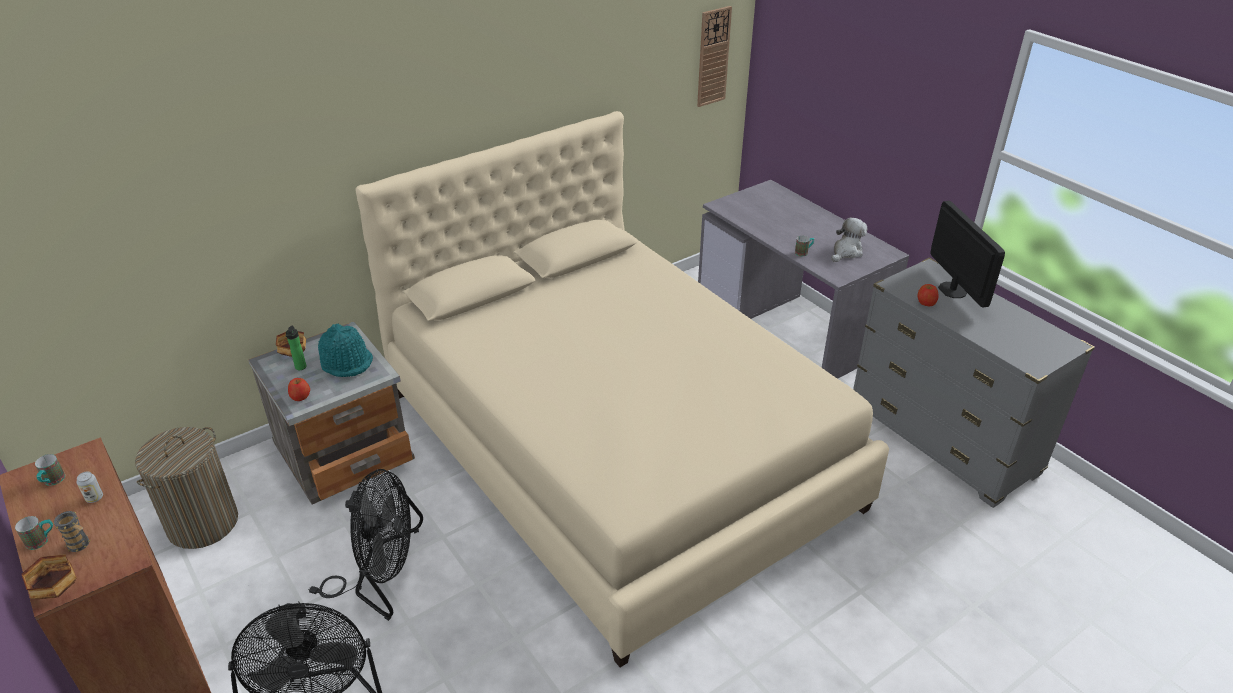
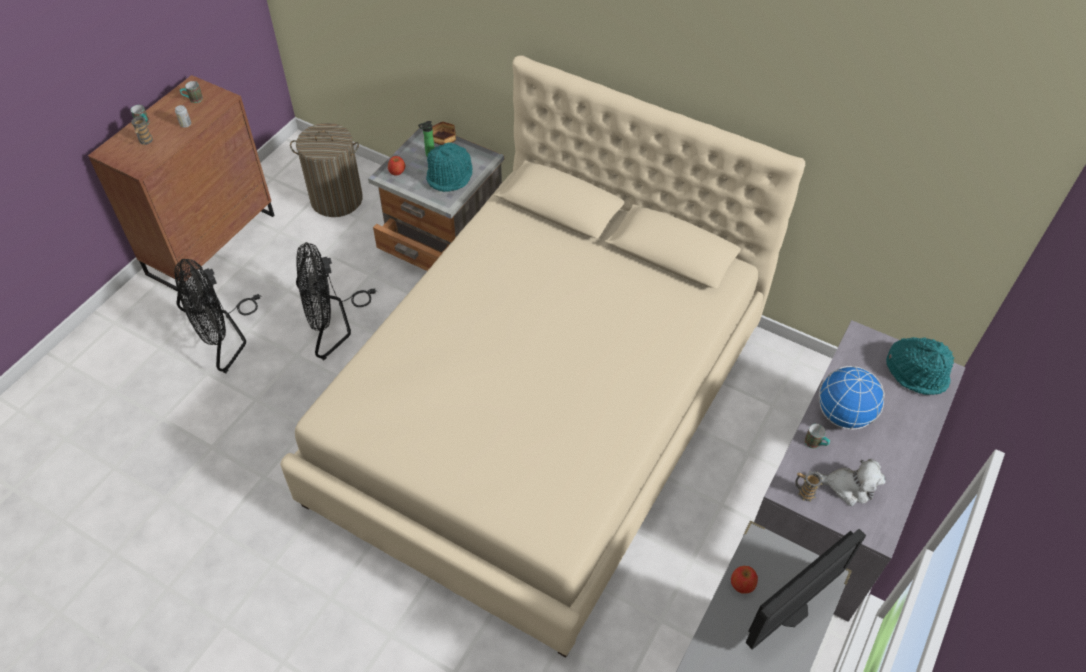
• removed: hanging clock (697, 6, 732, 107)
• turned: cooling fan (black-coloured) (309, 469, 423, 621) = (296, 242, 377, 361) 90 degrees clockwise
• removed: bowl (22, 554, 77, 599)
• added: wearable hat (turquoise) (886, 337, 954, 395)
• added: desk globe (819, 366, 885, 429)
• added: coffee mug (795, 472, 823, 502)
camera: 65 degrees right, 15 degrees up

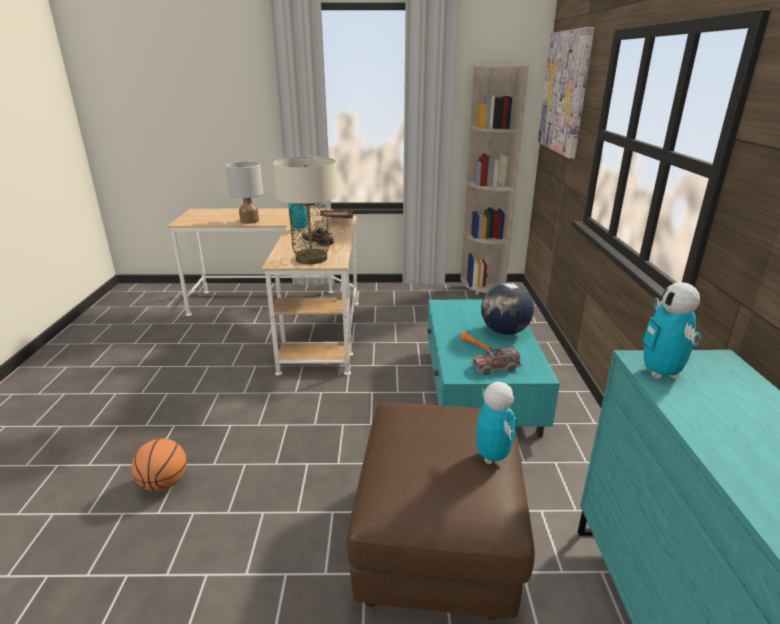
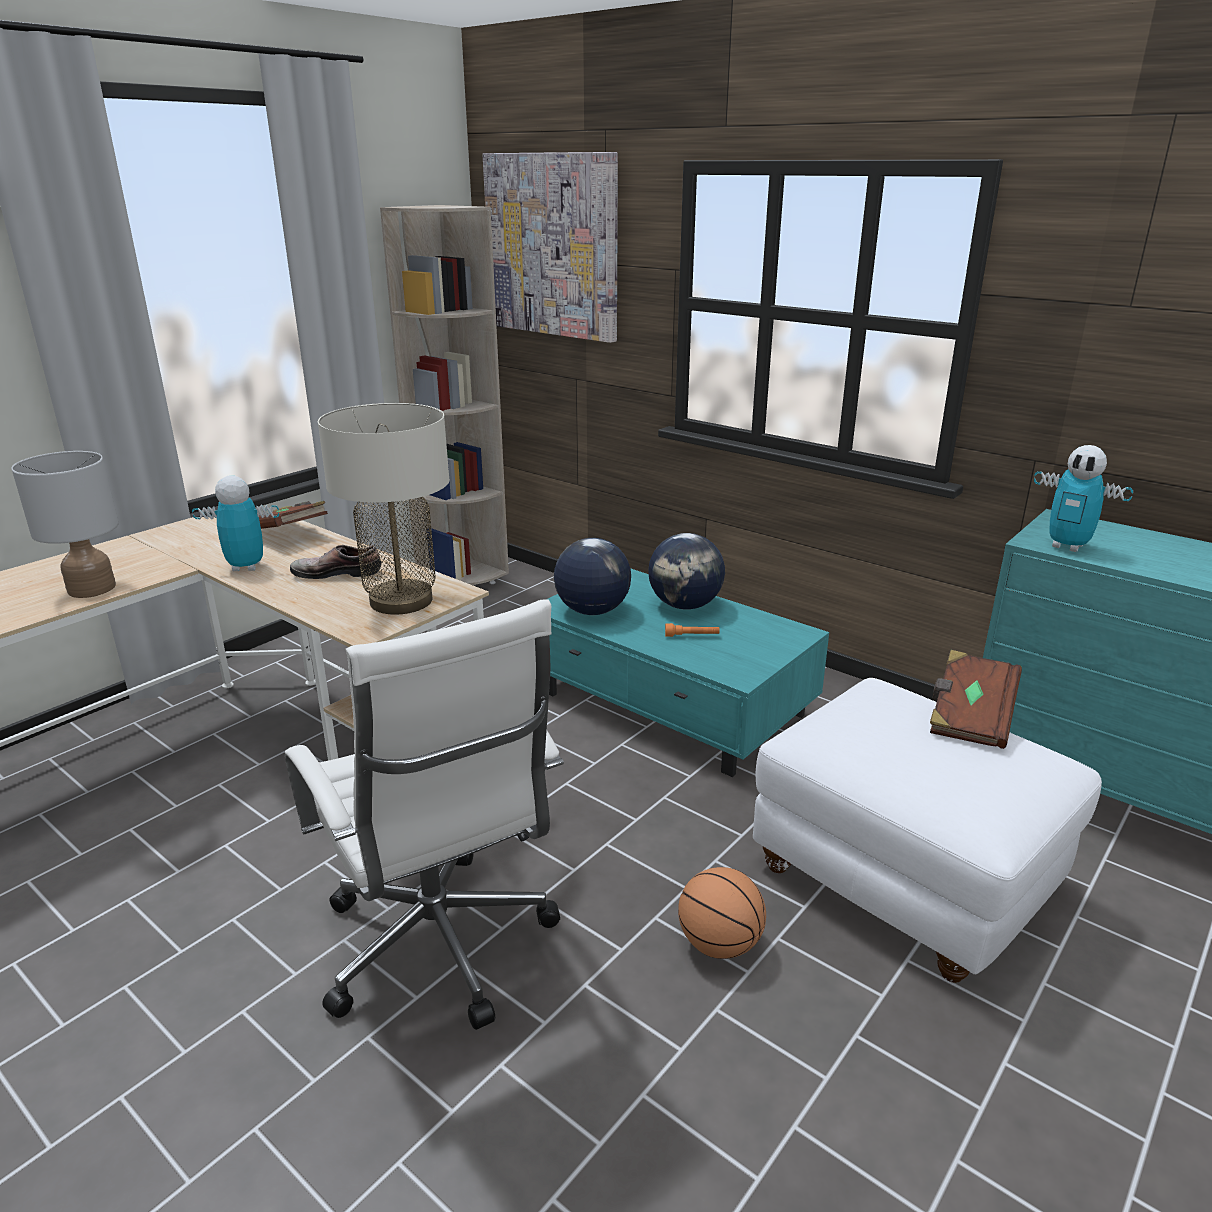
• removed: toy truck (472, 346, 522, 375)
• replaced: robot figure (476, 382, 517, 464) to volume (brown-coloured) (930, 650, 1022, 749)
• recoloured: pouffe (brown-coloured) (347, 402, 535, 620) to pouffe (white) (753, 678, 1102, 983)
• moved: basketball ball (131, 438, 187, 491) to (678, 867, 766, 959)
• added: desk globe (554, 538, 631, 615)
• added: office chair (white) (285, 600, 564, 1030)
camera: 50 degrees left, 0 degrees up

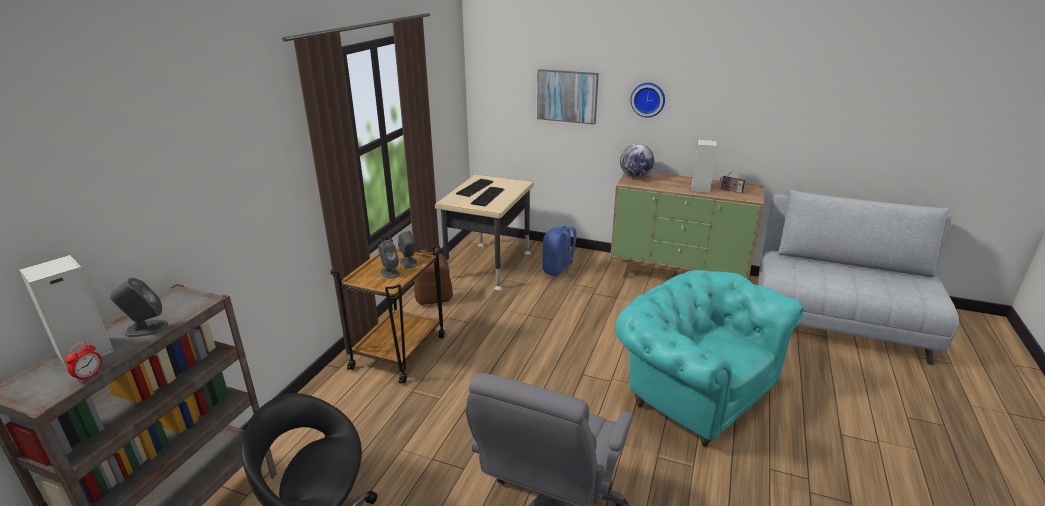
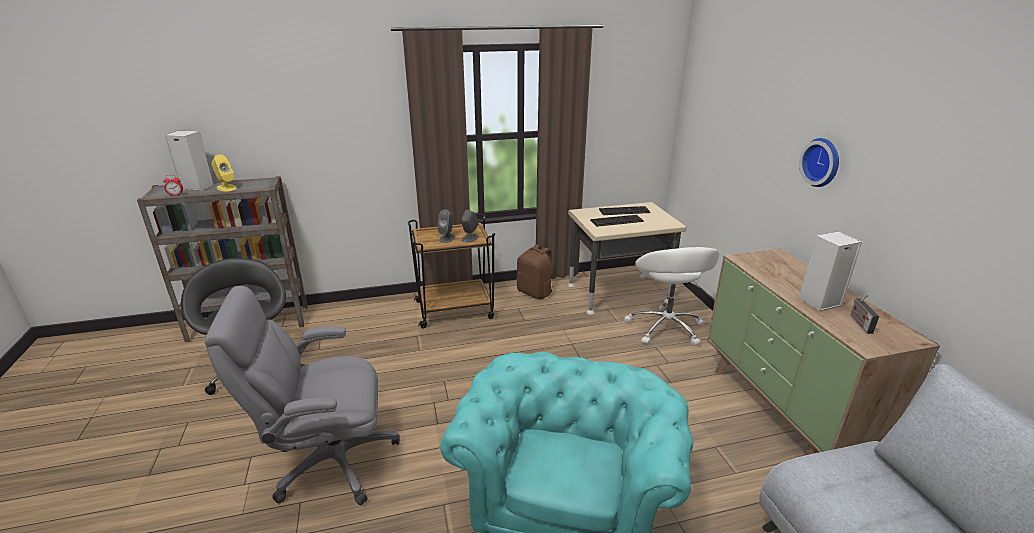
• removed: wall art (537, 69, 599, 125)
• removed: desk globe (620, 144, 654, 178)
• replaced: knapsack (blue) (542, 226, 580, 277) to office chair (white) (624, 247, 719, 346)
• recoloured: speaker (greyish) (110, 278, 168, 337) to speaker (yellow) (211, 155, 237, 192)
camera: 55 degrees right, 0 degrees up

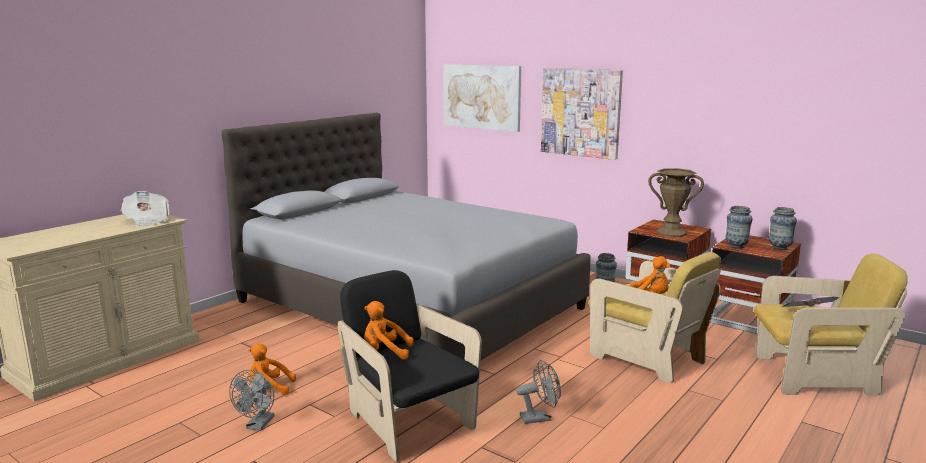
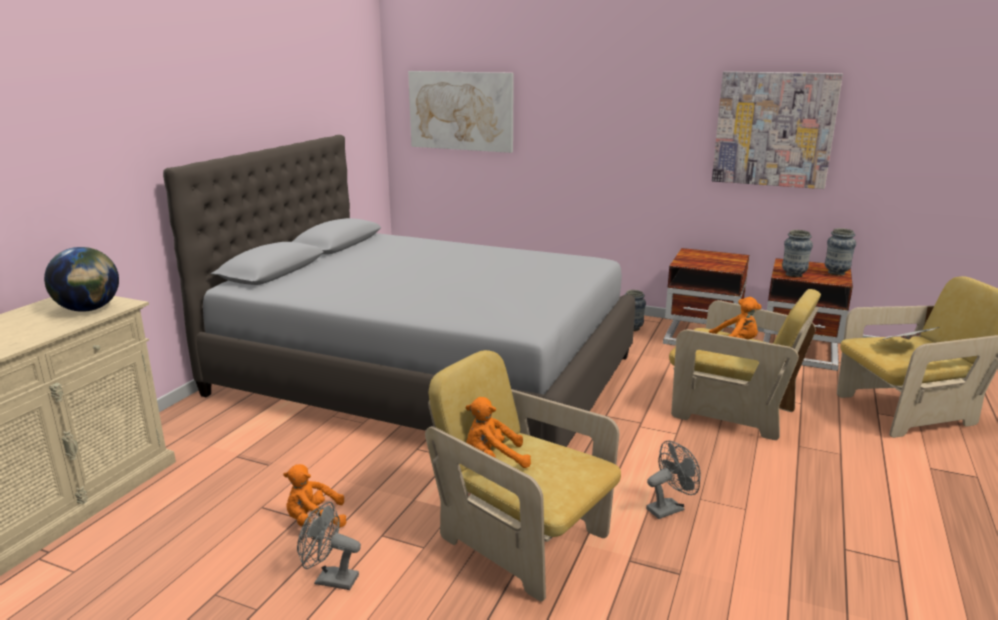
• moved: wall art (541, 68, 623, 160) to (712, 71, 843, 189)
• removed: vase (brown-coloured) (648, 168, 704, 237)
• replaced: daily paper (120, 191, 169, 227) to desk globe (44, 247, 119, 312)
• recoloured: lounge chair (black-coloured) (338, 270, 482, 462) to lounge chair (yellow) (425, 350, 621, 602)
• turned: cooling fan (greyish) (229, 370, 275, 431) = (297, 502, 361, 590) 105 degrees clockwise
camera: 15 degrees left, 5 degrees up

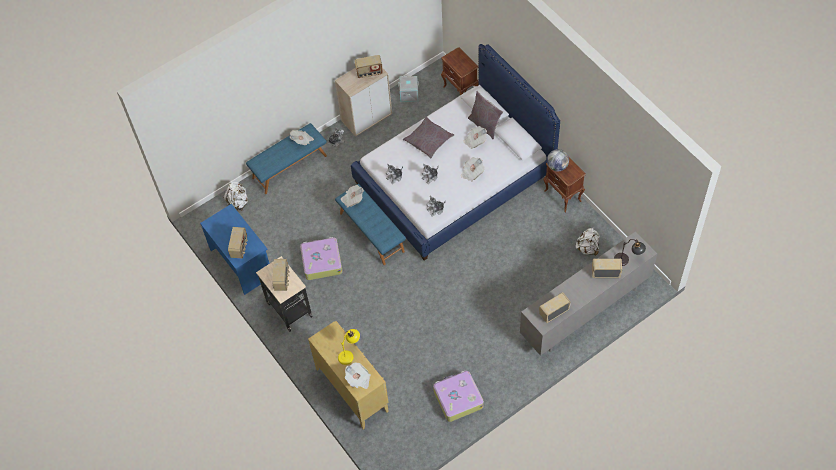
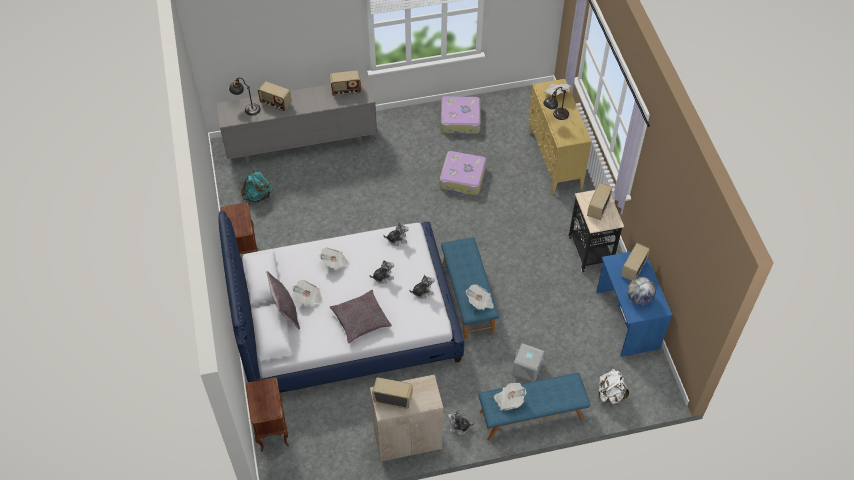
• moved: storage box (greyish) (398, 76, 419, 102) to (512, 343, 545, 382)
• moved: desk globe (547, 149, 569, 171) to (627, 277, 656, 305)
• recoloured: knapsack (white) (576, 228, 600, 255) to knapsack (turquoise) (241, 170, 273, 202)
• moved: travel case (300, 237, 343, 280) to (440, 151, 486, 195)
• recoloured: lamp for a table (yellow) (338, 329, 360, 365) to lamp for a table (greyish) (543, 87, 569, 120)
camera: 160 degrees left, 5 degrees down

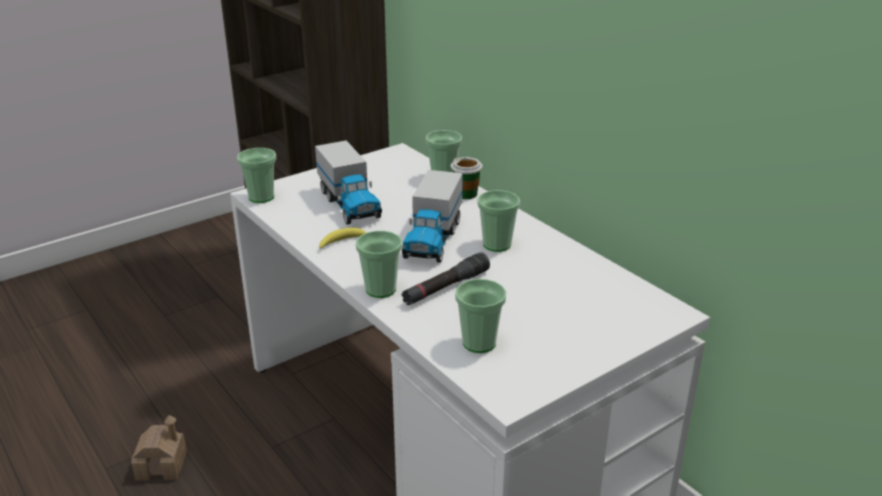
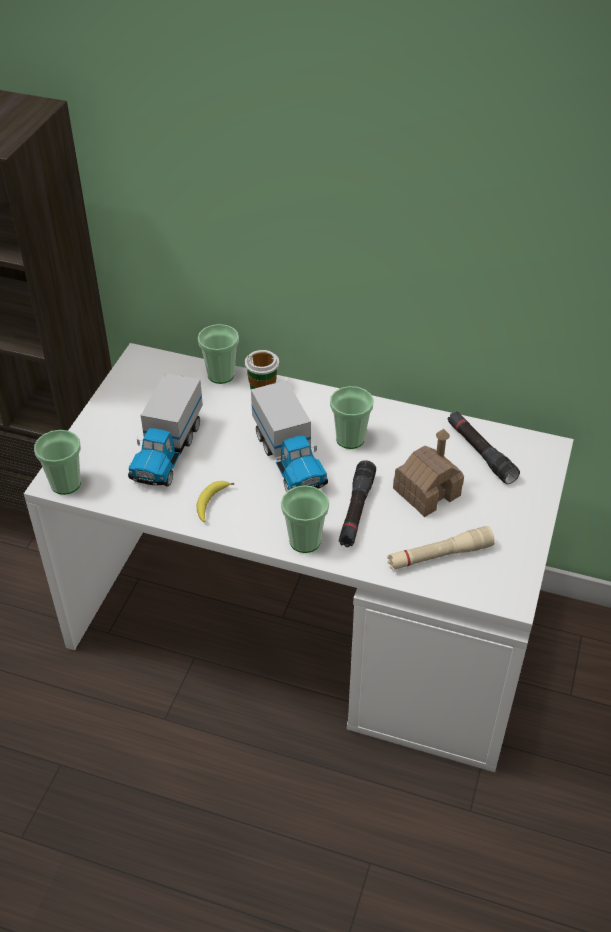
• turned: toy truck (315, 140, 382, 225) = (128, 373, 203, 487) 75 degrees clockwise
• replaced: small cup (455, 279, 506, 353) to hand torch (beige-coloured) (387, 526, 495, 570)
• moved: toy house (131, 415, 187, 481) to (393, 429, 464, 517)
• added: hand torch (black-coloured) (448, 412, 520, 484)
camera: 35 degrees left, 15 degrees up

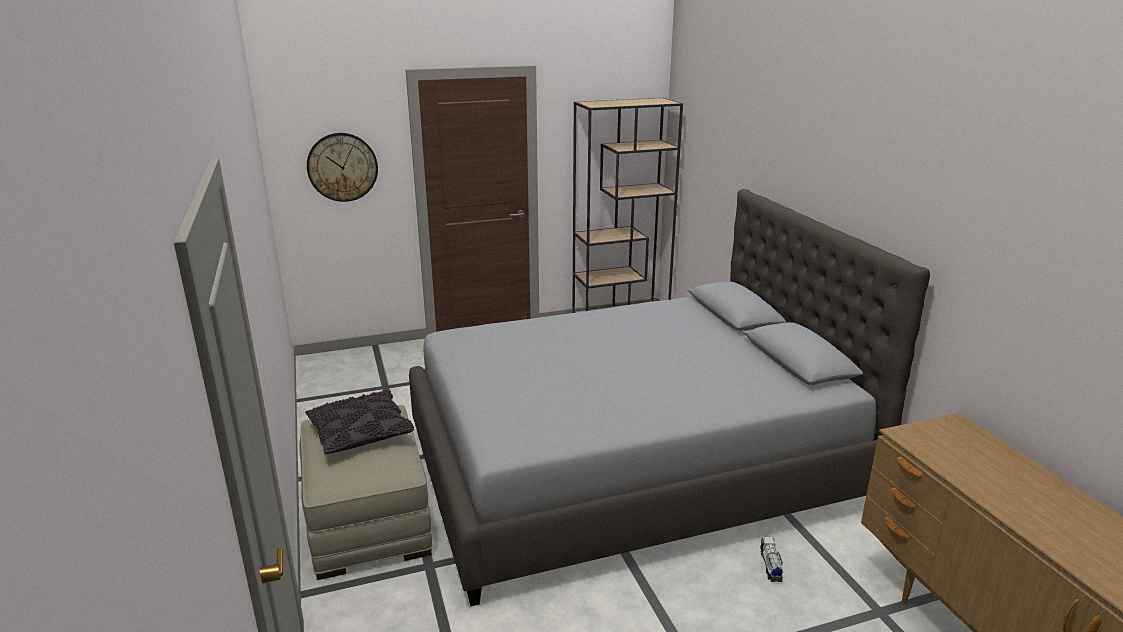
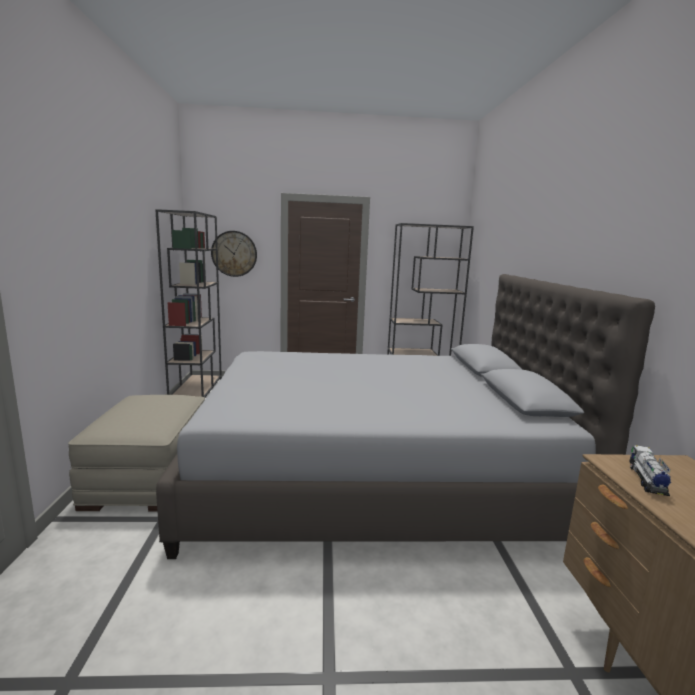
• removed: throw pillow (black-coloured) (305, 390, 414, 454)
• moved: toy truck (760, 537, 783, 582) to (629, 445, 671, 496)
• added: bookshelf (155, 209, 222, 397)
camera: 15 degrees right, 10 degrees down

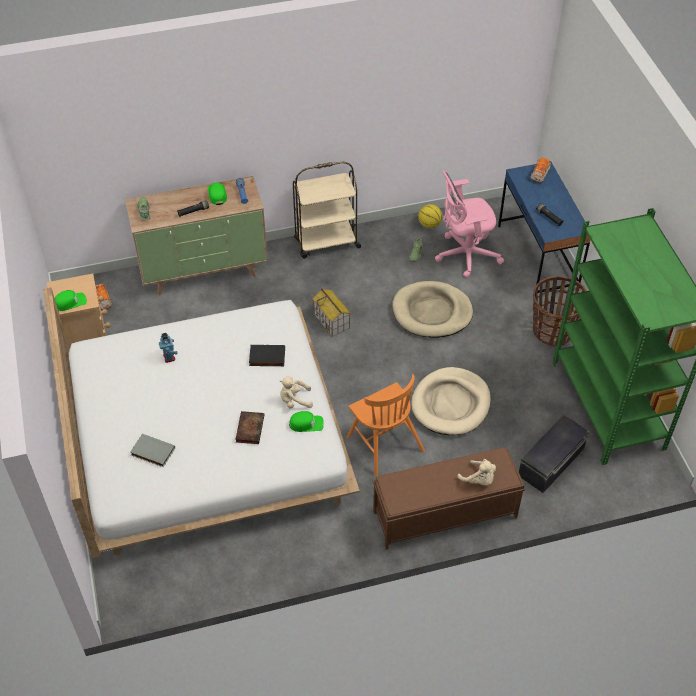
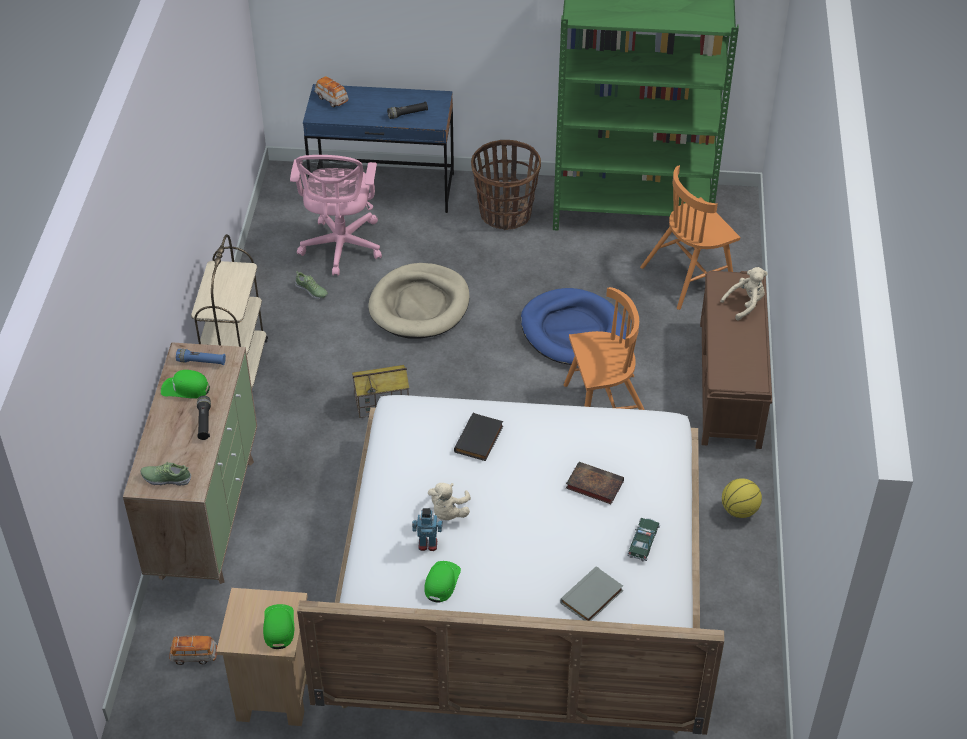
• moved: basketball ball (418, 204, 442, 228) to (722, 478, 762, 518)
• recoloured: dog cushion (beige-coloured) (411, 367, 491, 435) to dog cushion (blue) (521, 288, 627, 365)
• moved: cuddly toy (beige-coloured) (279, 376, 313, 409) to (428, 483, 471, 520)
• moved: cap (greenish) (289, 411, 324, 432) to (425, 561, 461, 603)
• replaced: storage box (black-coloured) (519, 415, 589, 493) to plain chair (orange-coloured) (640, 165, 740, 310)
• added: toy car (627, 518, 660, 561)
camera: 70 degrees left, 5 degrees down

